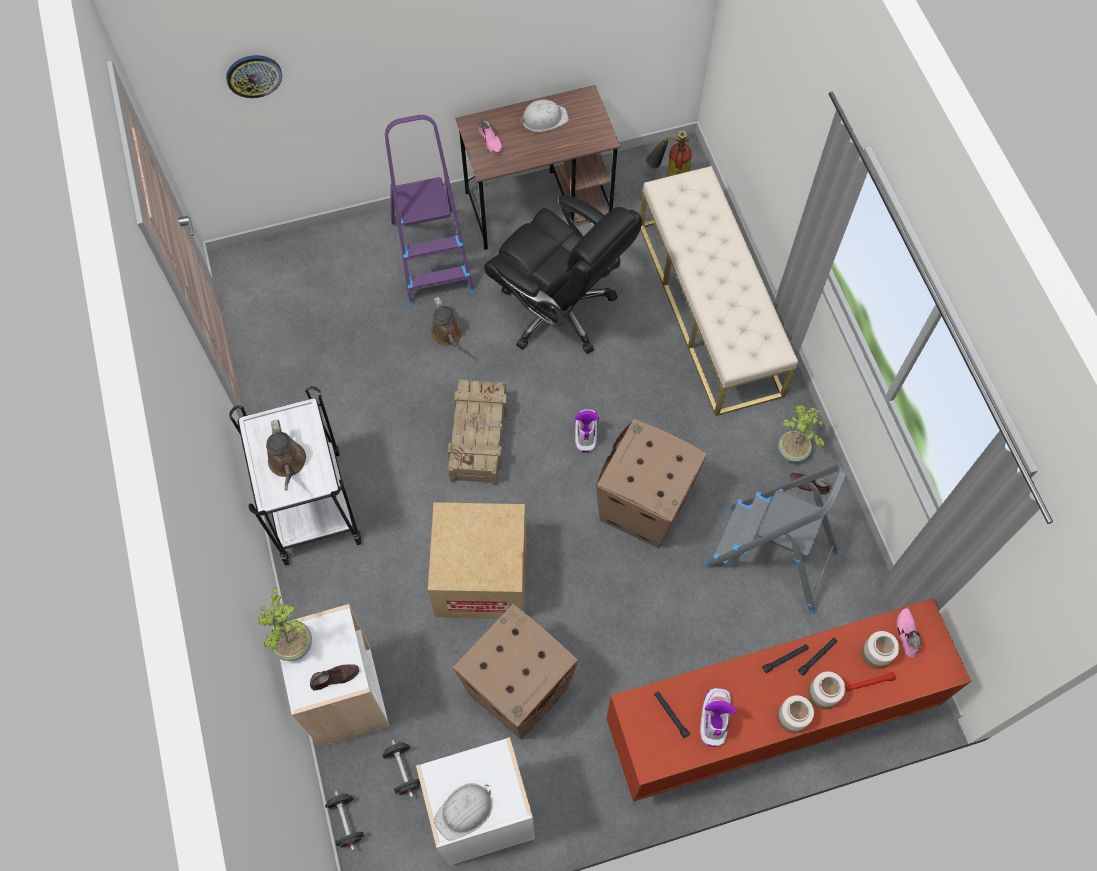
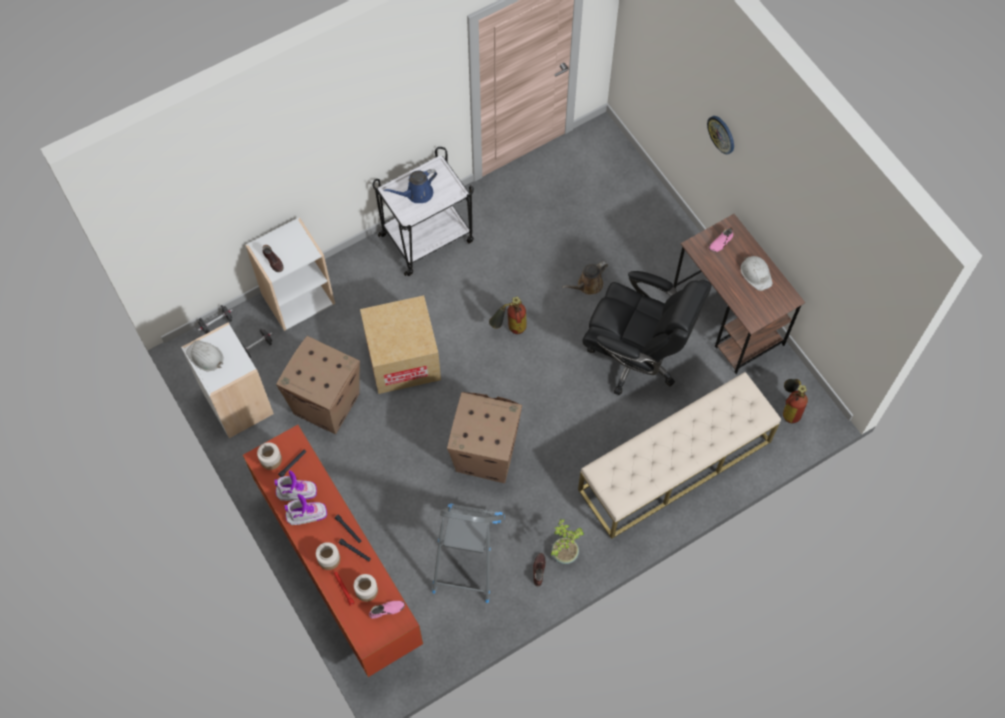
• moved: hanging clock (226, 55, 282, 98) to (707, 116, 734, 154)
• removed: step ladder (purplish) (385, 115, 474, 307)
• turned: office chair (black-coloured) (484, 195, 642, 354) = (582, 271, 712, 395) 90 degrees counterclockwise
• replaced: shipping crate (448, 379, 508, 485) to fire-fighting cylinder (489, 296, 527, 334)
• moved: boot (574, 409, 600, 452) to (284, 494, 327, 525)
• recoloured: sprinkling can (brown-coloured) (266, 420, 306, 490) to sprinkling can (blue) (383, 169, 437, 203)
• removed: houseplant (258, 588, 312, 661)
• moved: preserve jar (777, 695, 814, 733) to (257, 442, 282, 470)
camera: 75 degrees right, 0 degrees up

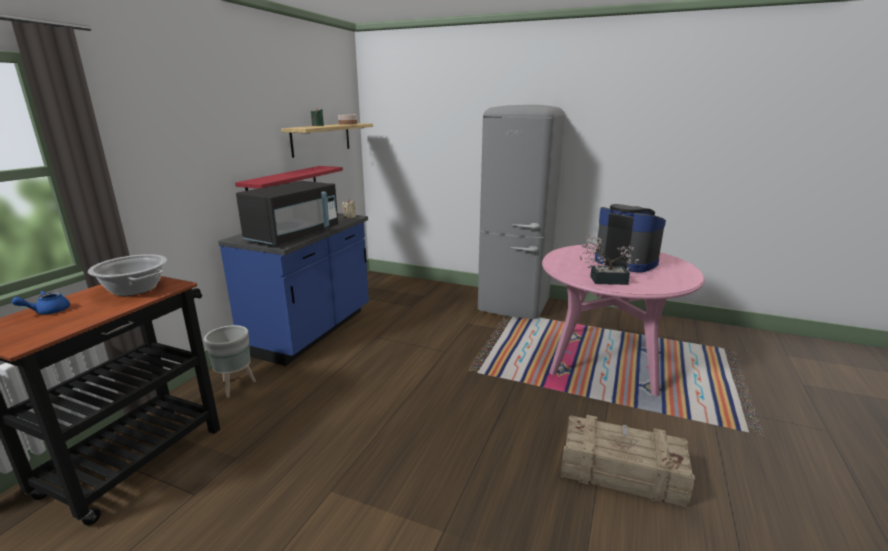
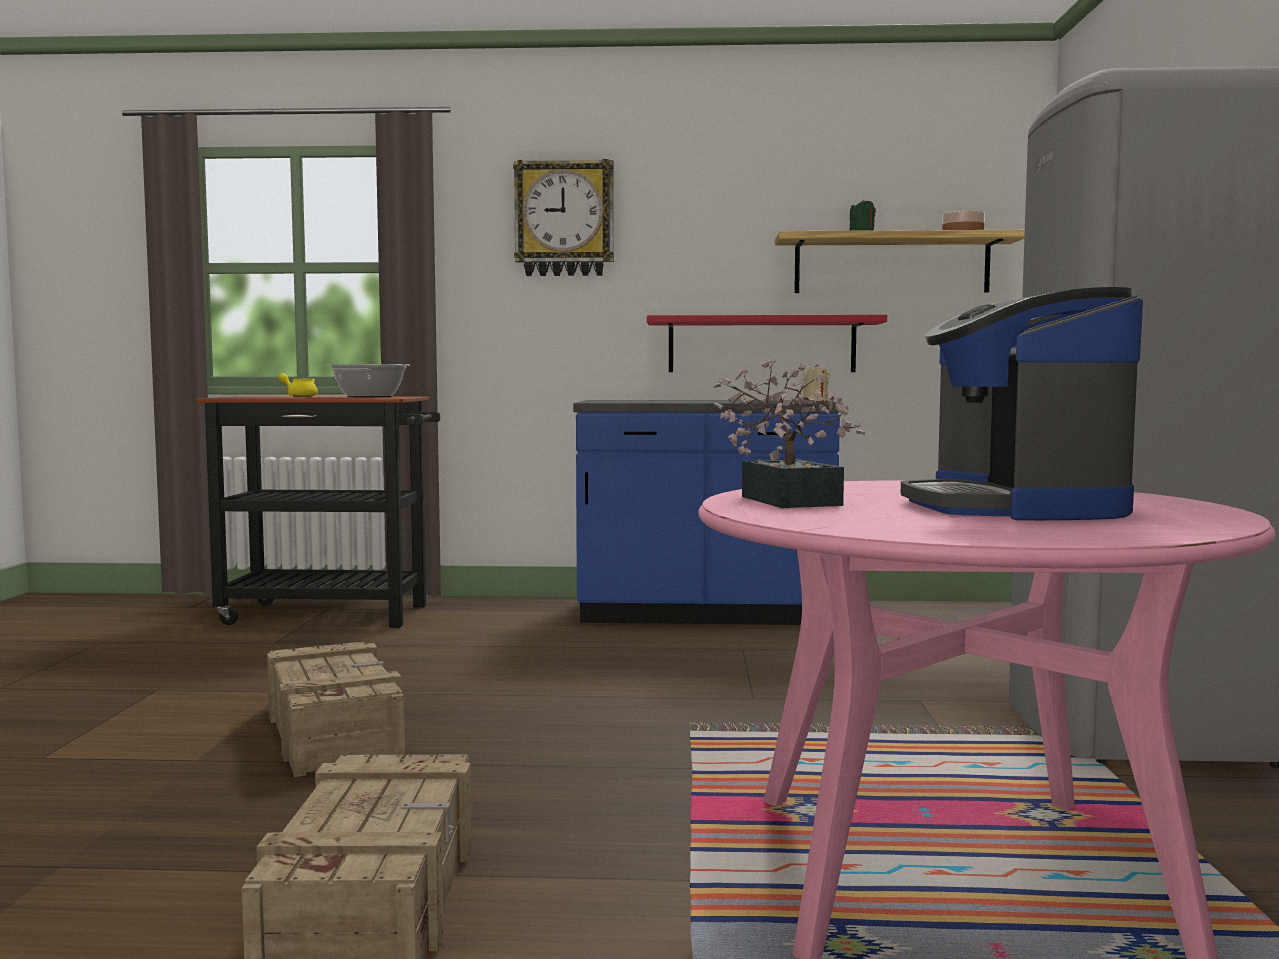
• removed: microwave oven (black-coloured) (236, 181, 338, 246)
• turned: coffee machine (595, 204, 666, 272) = (901, 287, 1143, 520) 150 degrees clockwise
• recoloured: teapot (blue) (11, 291, 70, 314) to teapot (yellow) (278, 373, 318, 397)
• removed: flower pot (greyish) (204, 325, 256, 398)
• added: hanging clock (513, 159, 614, 276)
• added: shipping crate (267, 642, 405, 777)
camera: 70 degrees right, 15 degrees down

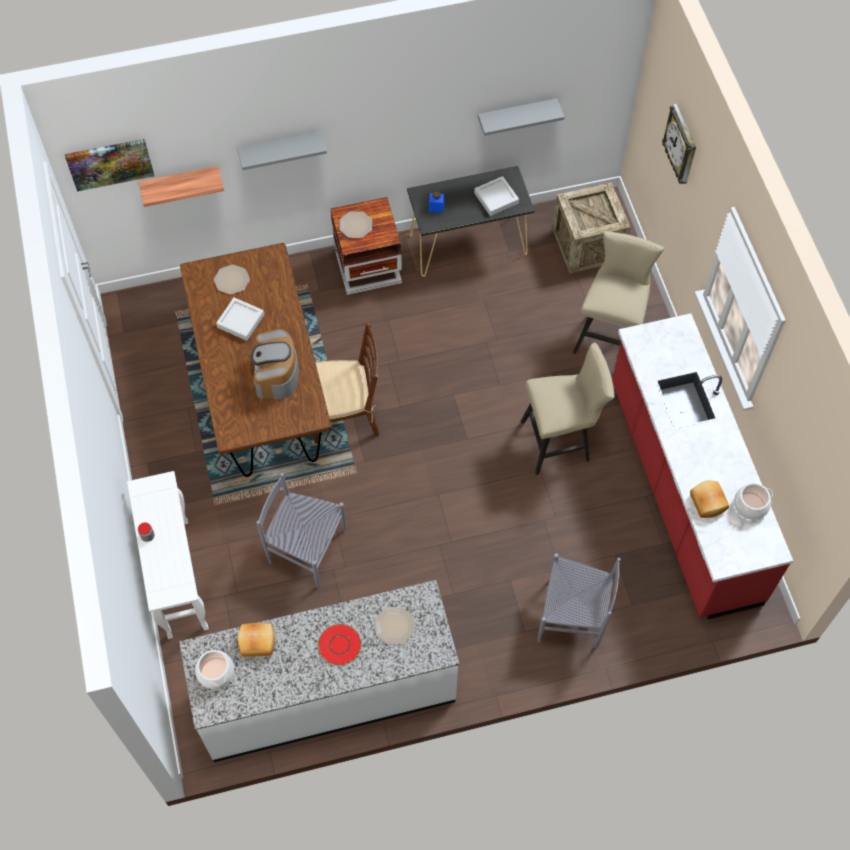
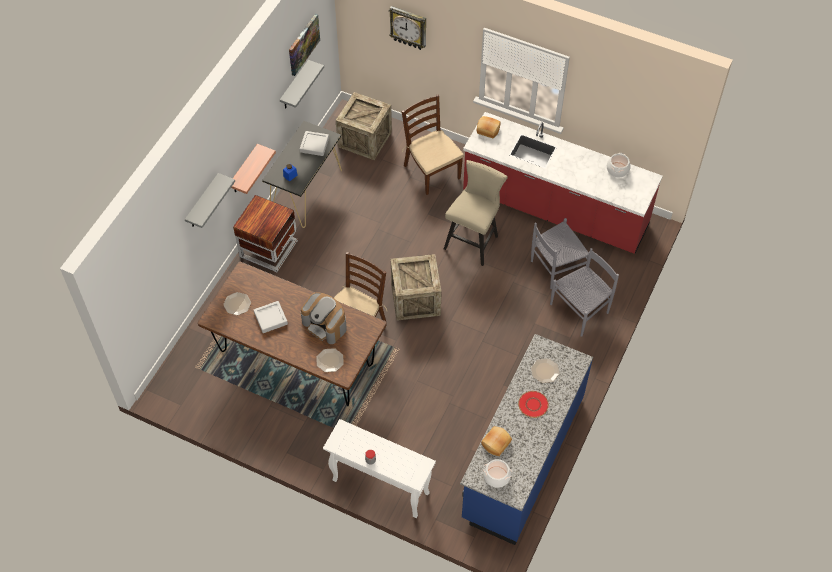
• moved: wall art (65, 139, 154, 191) to (289, 14, 320, 76)
• moved: bracket shelf (139, 166, 224, 207) to (231, 144, 276, 194)
• moved: plate (339, 211, 372, 238) to (316, 348, 344, 372)
• replaced: stool (beige-coloured) (573, 231, 664, 354) to plain chair (brown-coloured) (402, 95, 464, 195)
• moved: plain chair (greyish) (257, 473, 346, 588) to (531, 218, 590, 289)
• moved: bread (690, 481, 729, 518) to (477, 116, 500, 138)
• recoloured: kitchen counter (white) (179, 580, 459, 762) to kitchen counter (blue) (460, 334, 593, 545)
• added: shipping crate (391, 254, 442, 321)
camera: 50 degrees left, 5 degrees down

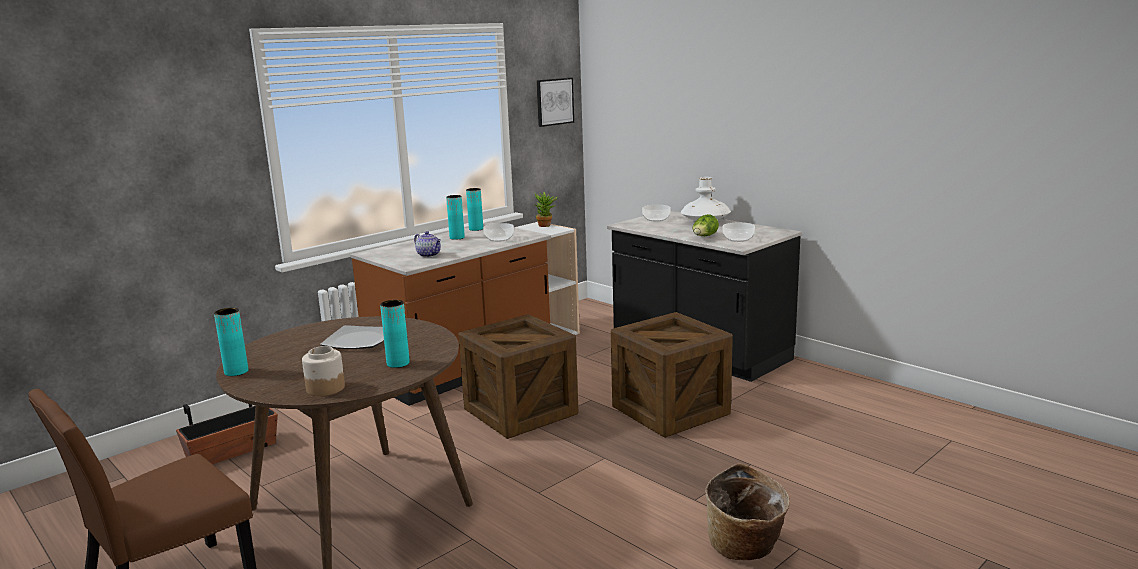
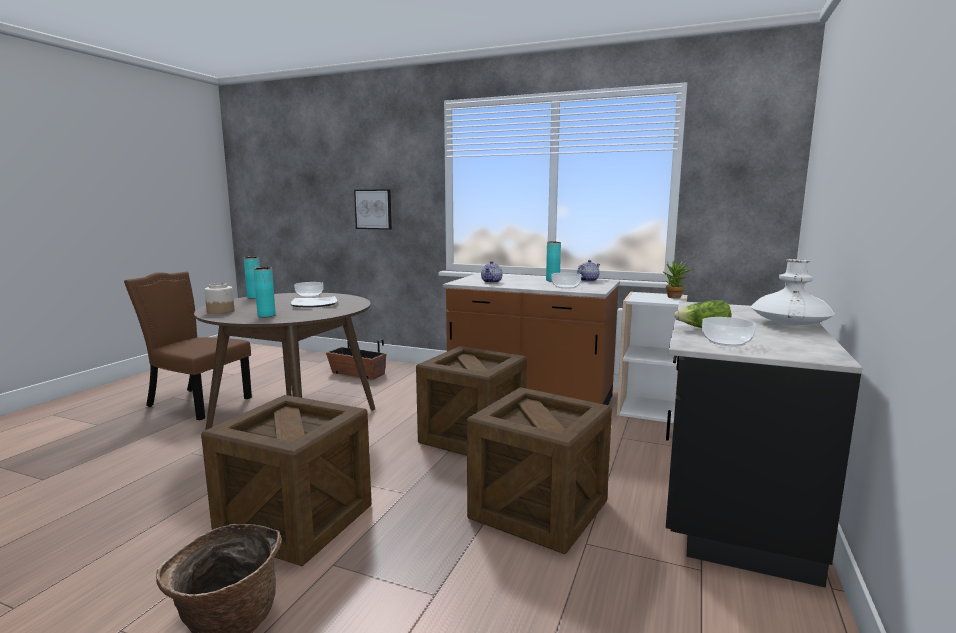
• moved: wall art (536, 78, 574, 127) to (354, 189, 392, 230)
• replaced: vase (turquoise) (466, 188, 483, 231) to teapot (577, 260, 600, 282)
• moved: bowl (642, 205, 671, 221) to (294, 282, 324, 297)
• added: shipping crate (201, 395, 372, 566)
camera: 65 degrees right, 5 degrees down

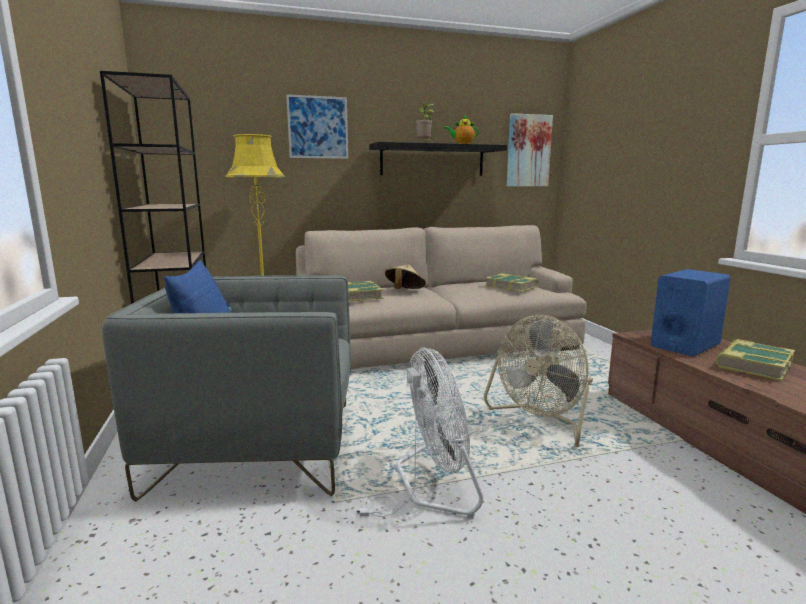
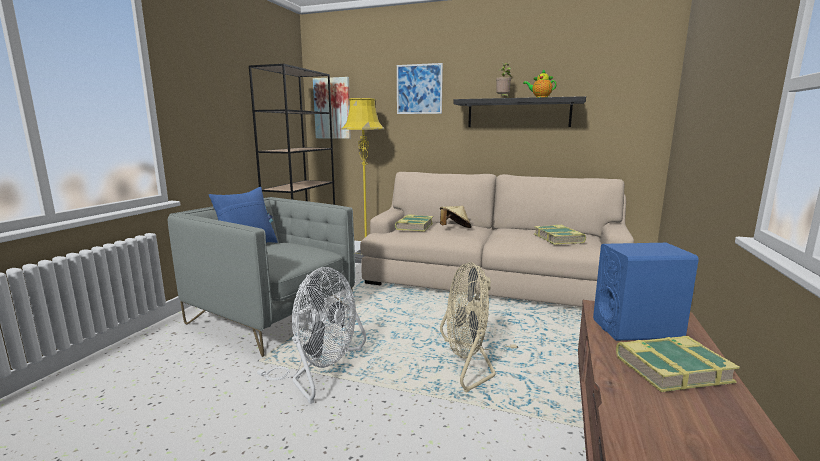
• moved: wall art (507, 113, 553, 187) to (313, 77, 351, 139)
camera: 35 degrees right, 0 degrees up

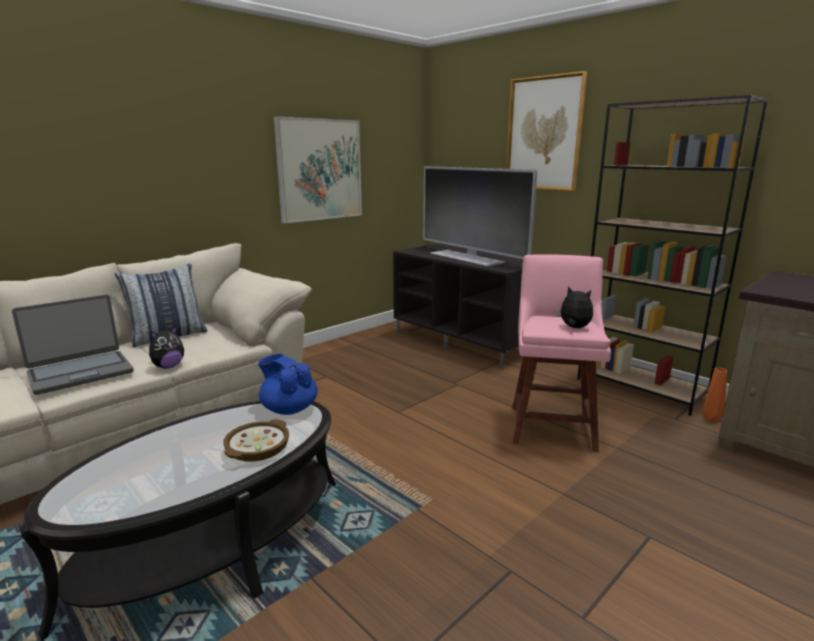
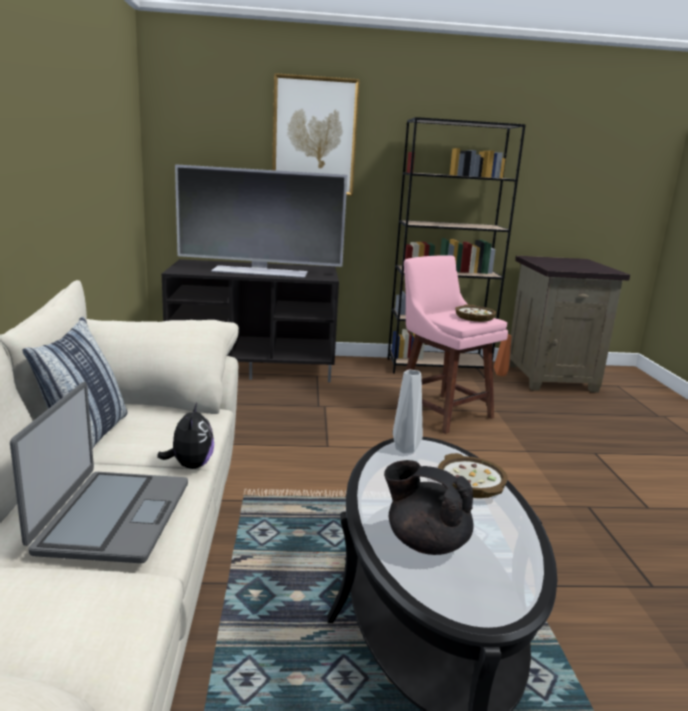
• removed: wall art (274, 116, 362, 223)
• replaced: cuddly toy (555, 286, 593, 328) to bowl (455, 304, 496, 322)
• replaced: teapot (blue) (258, 354, 318, 415) to vase (greyish) (393, 370, 423, 454)
• added: teapot (black-coloured) (384, 460, 474, 555)
camera: 50 degrees left, 0 degrees up

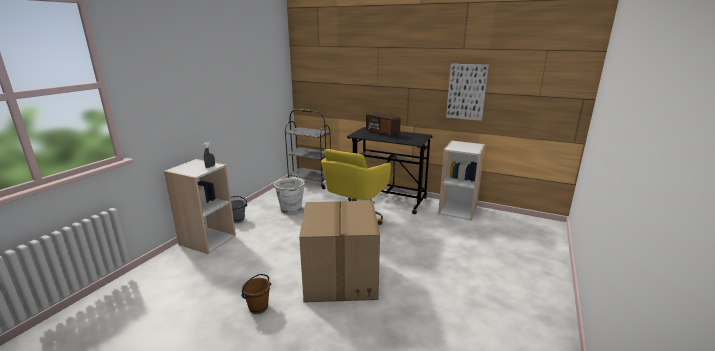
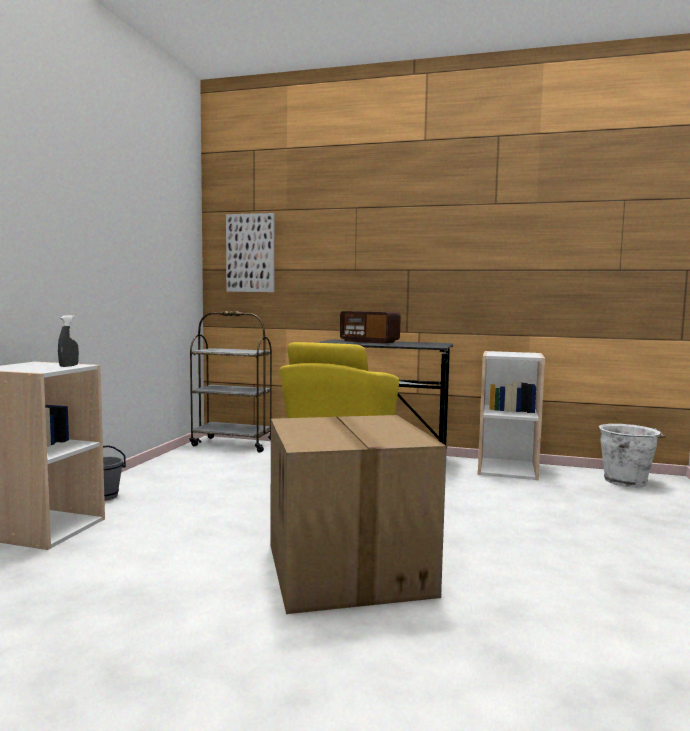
• moved: wall art (446, 64, 489, 121) to (226, 213, 275, 292)
• moved: pail (white) (274, 178, 306, 214) to (599, 424, 666, 487)
• removed: pail (brown-coloured) (241, 274, 271, 314)
camera: 10 degrees left, 15 degrees down

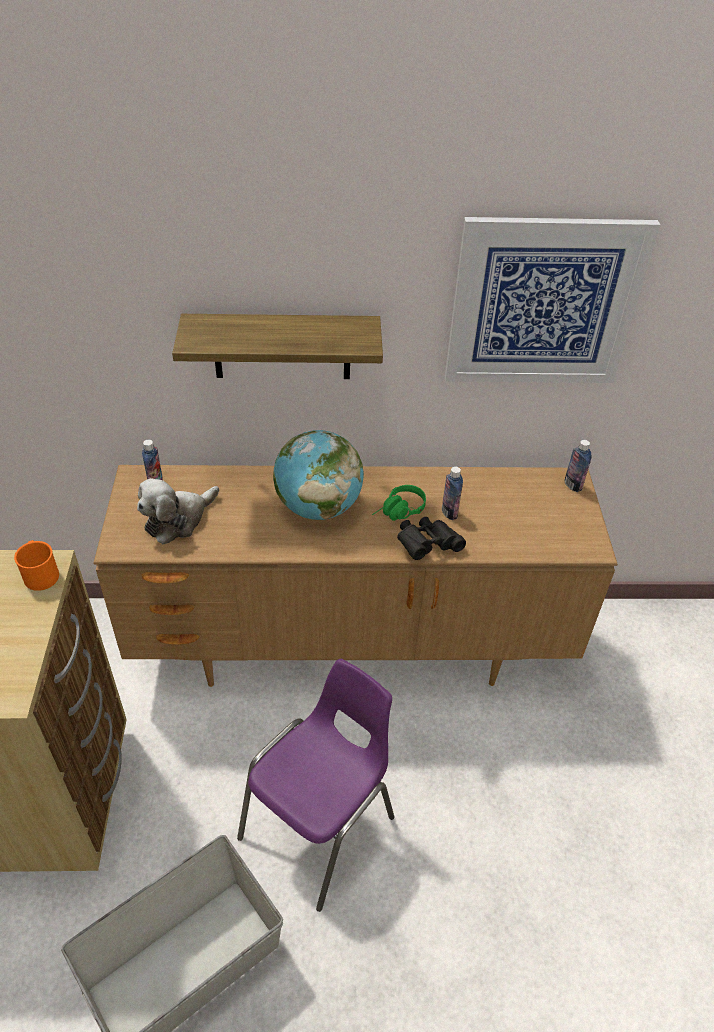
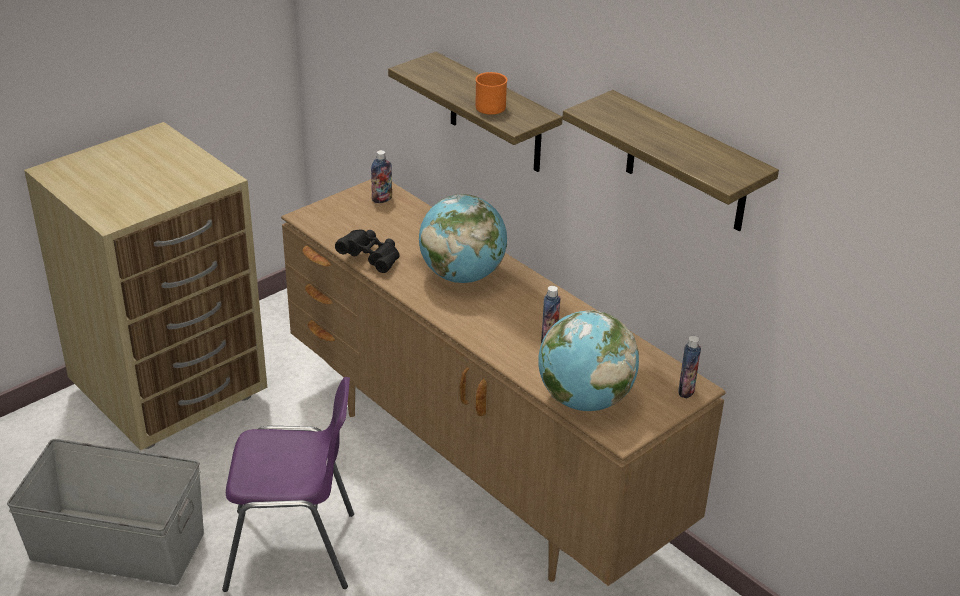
• replaced: wall art (445, 217, 660, 383) to bracket shelf (562, 90, 779, 231)
• removed: cuddly toy (137, 478, 219, 544)
• removed: headphones (greenish) (372, 485, 426, 521)
• moved: pair of binoculars (black-coloured) (397, 517, 466, 560) to (335, 230, 400, 273)
• moved: coffee mug (orange-coloured) (14, 540, 59, 591) to (475, 72, 508, 115)
• added: desk globe (538, 310, 639, 411)
camera: 50 degrees right, 10 degrees down

